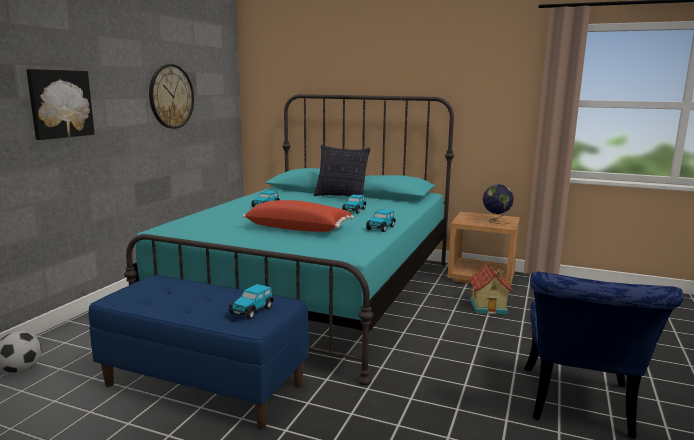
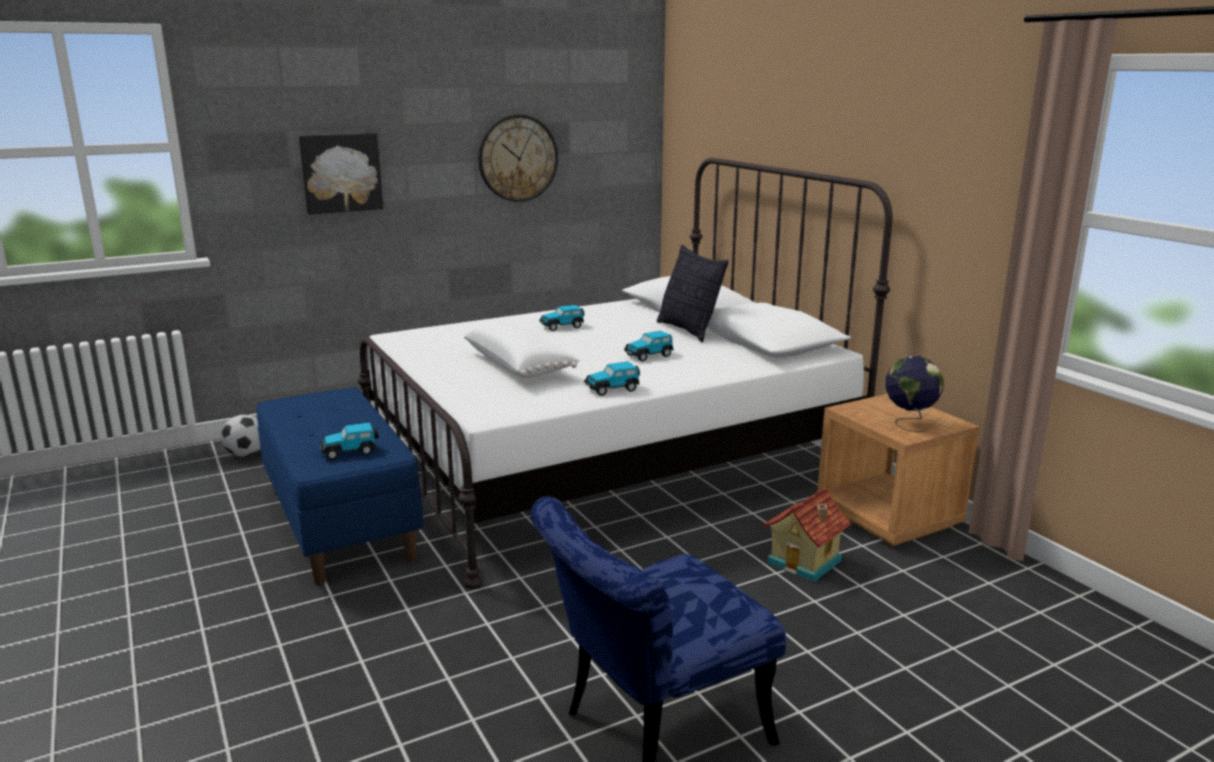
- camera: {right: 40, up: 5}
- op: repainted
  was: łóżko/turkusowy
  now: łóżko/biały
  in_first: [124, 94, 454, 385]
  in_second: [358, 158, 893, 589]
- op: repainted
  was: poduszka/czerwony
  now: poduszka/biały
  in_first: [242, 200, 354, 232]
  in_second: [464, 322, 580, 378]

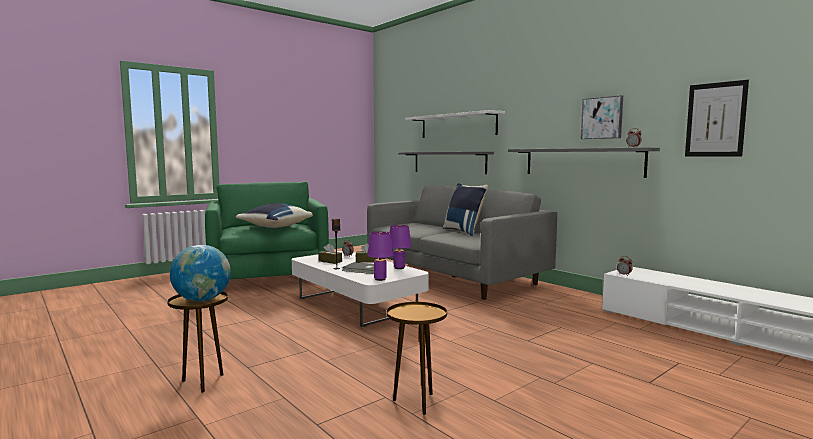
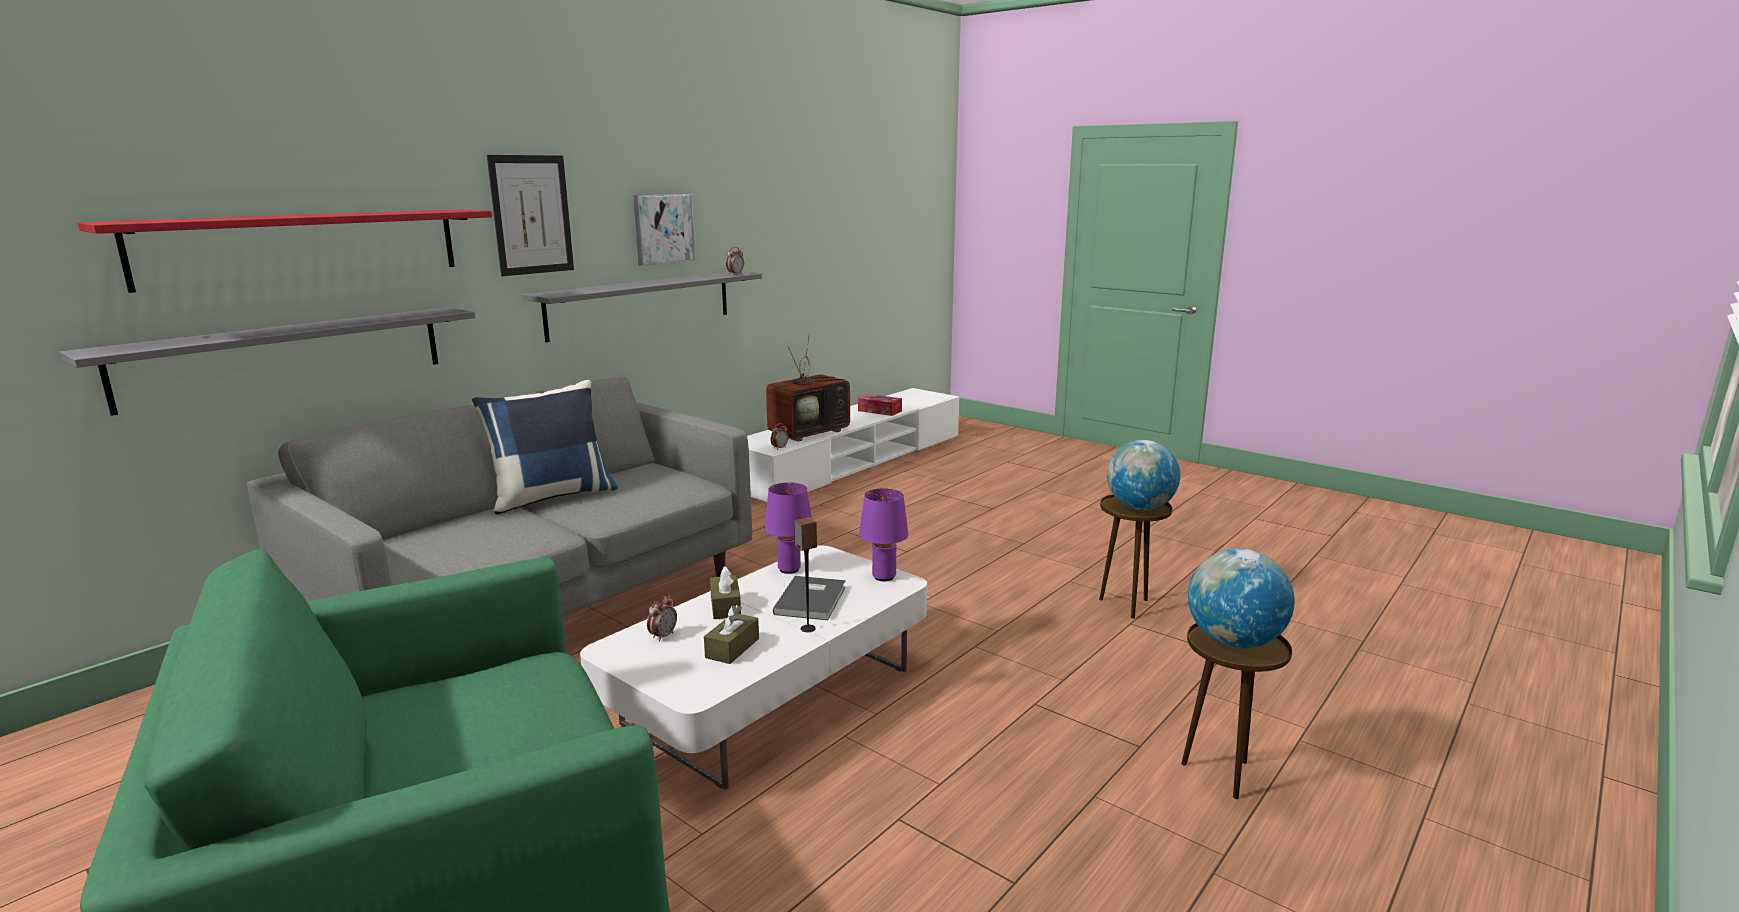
- camera: {right: -100, up: 10}
- op: shifted
  was: obraz
  in_first: [685, 80, 749, 157]
  in_second: [487, 155, 574, 276]
- op: repainted
  was: półka/biały
  now: półka/czerwony
  in_first: [405, 110, 505, 138]
  in_second: [78, 209, 492, 293]
- op: gone
  was: poduszka/niebieski
  in_first: [236, 203, 313, 228]
- op: new
  now: telewizor
  in_second: [766, 333, 850, 442]
- op: new
  now: pudełko chusteczek
  in_second: [858, 394, 902, 416]
- op: new
  now: globus
  in_second: [1107, 440, 1180, 510]

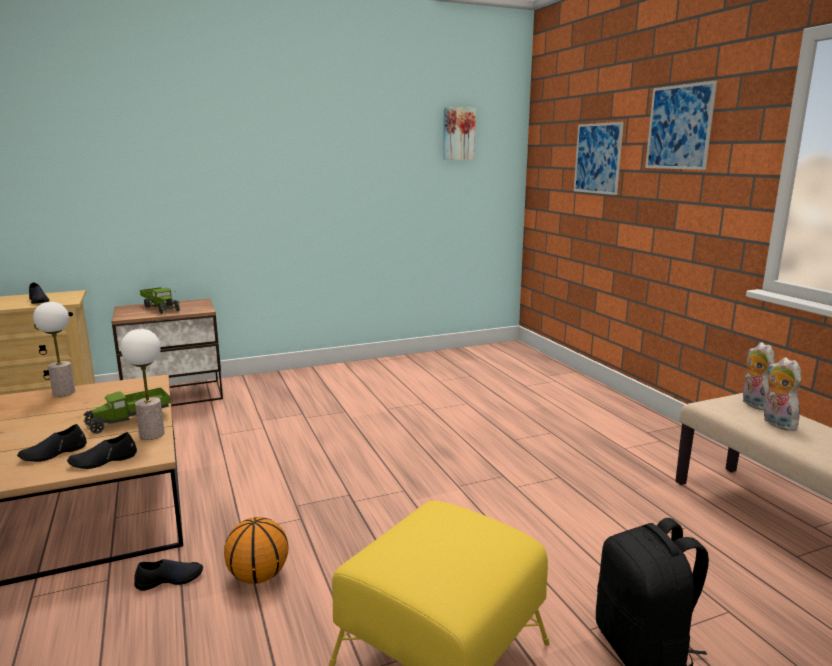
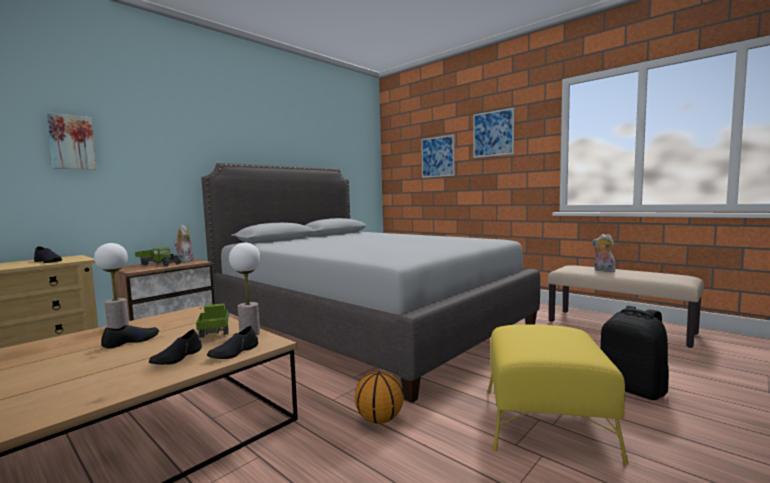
- camera: {right: -25, up: -10}
- op: shifted
  was: obraz
  in_first: [443, 107, 476, 160]
  in_second: [46, 113, 97, 170]
- op: shifted
  was: pluszak
  in_first: [743, 342, 775, 410]
  in_second: [174, 225, 194, 262]
- op: rotated
  was: ciężarówka zabawkowa
  in_first: [83, 387, 171, 434]
  in_second: [196, 303, 229, 338]
  clockwise: 135
- op: shifted
  was: but/czarny
  in_first: [134, 559, 203, 591]
  in_second: [101, 325, 159, 349]
- op: new
  now: łóżko/szary
  in_second: [201, 163, 540, 403]

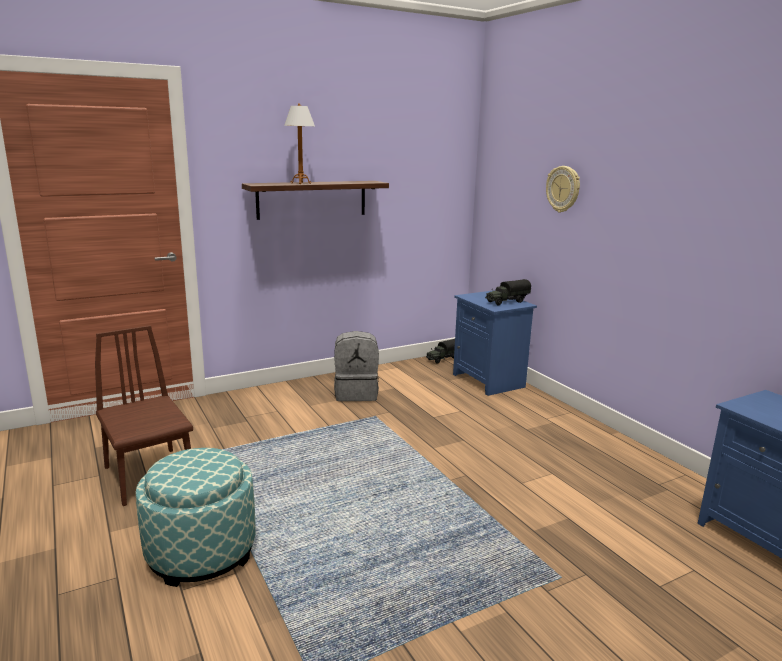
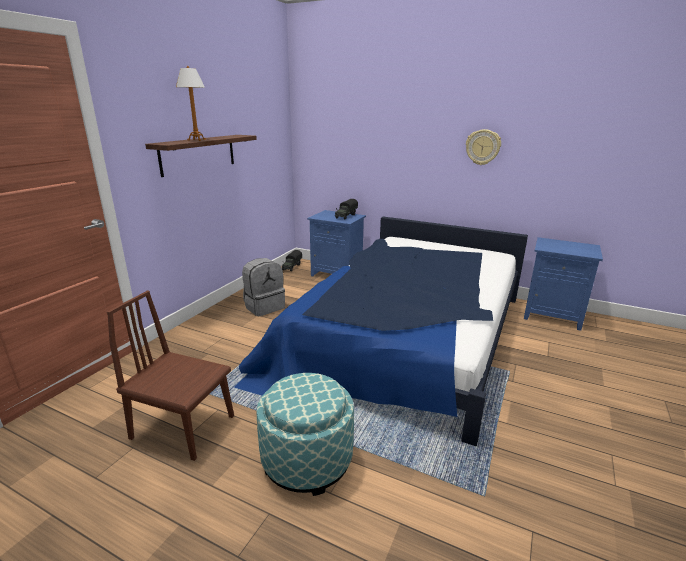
- camera: {right: -35, up: 5}
- op: shifted
  was: zegar ścienny
  in_first: [546, 166, 580, 212]
  in_second: [466, 129, 501, 165]
- op: new
  now: łóżko
  in_second: [234, 217, 528, 446]

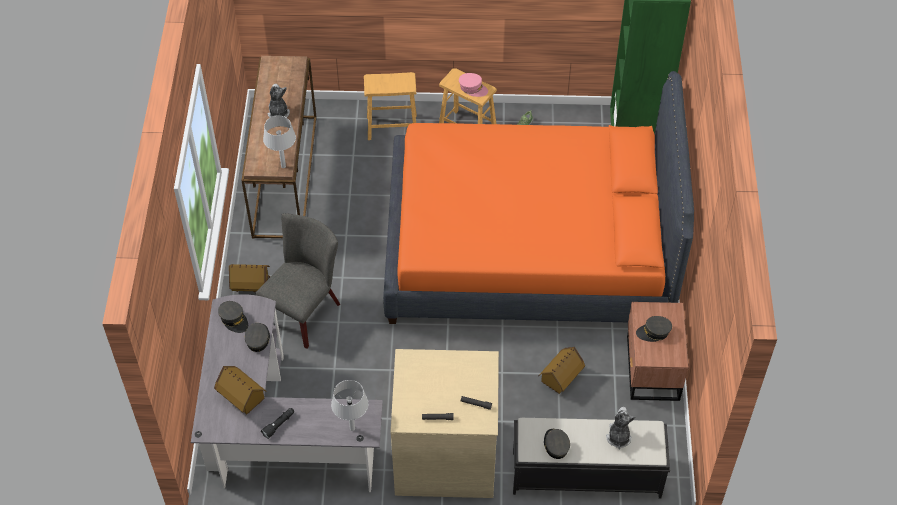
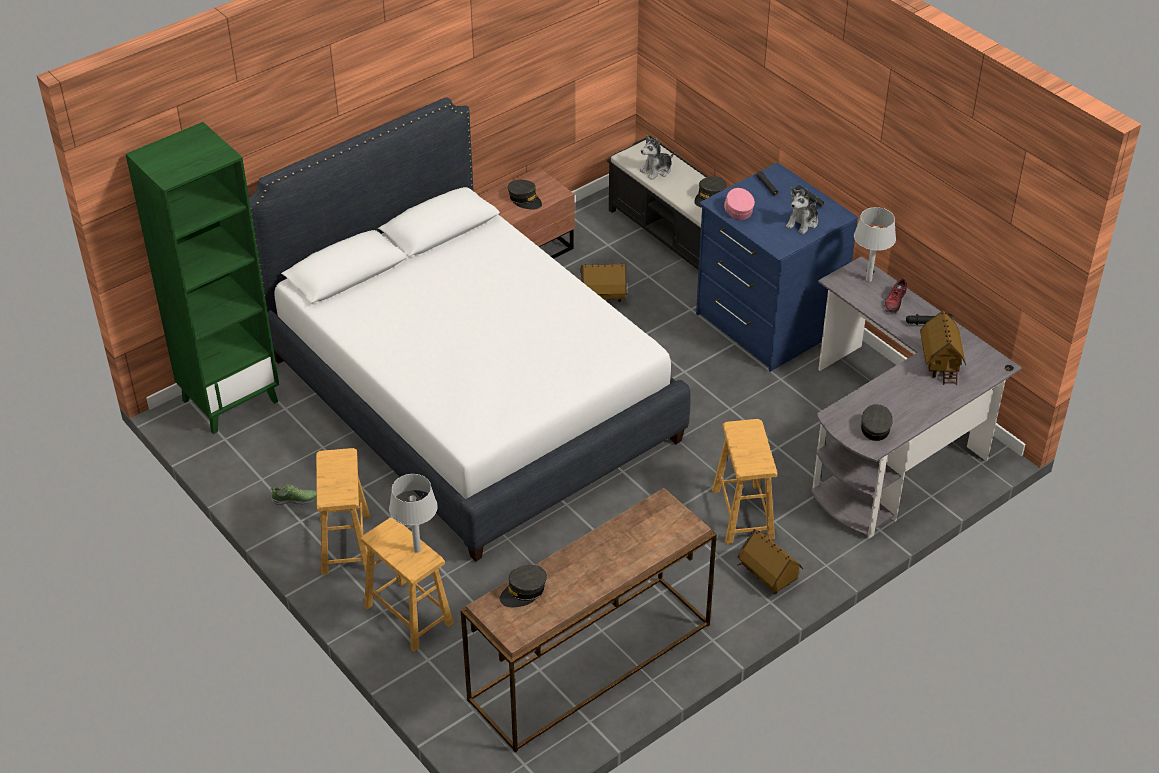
- camera: {right: -130, up: -10}
- op: repainted
  was: łóżko/pomarańczowy
  now: łóżko/biały
  in_first: [383, 71, 694, 324]
  in_second: [249, 97, 691, 562]
- op: shifted
  was: czapka z daszkiem/różowy
  in_first: [459, 73, 488, 97]
  in_second: [724, 188, 755, 220]
- op: shifted
  was: pluszak
  in_first: [268, 84, 290, 118]
  in_second: [786, 187, 818, 234]
- op: shifted
  was: lampa stołowa/szary
  in_first: [263, 116, 296, 168]
  in_second: [389, 474, 438, 553]
- op: swapped
  was: krzesło/szary
  now: stołek/brązowy
  in_first: [256, 213, 340, 349]
  in_second: [712, 419, 777, 544]
- op: shifted
  was: czapka z daszkiem/szary
  in_first: [245, 323, 270, 352]
  in_second: [500, 565, 547, 607]
- op: repainted
  was: komoda/beżowy
  now: komoda/niebieski
  in_first: [391, 349, 499, 498]
  in_second: [696, 162, 858, 372]
- op: new
  now: but
  in_second: [883, 277, 907, 313]

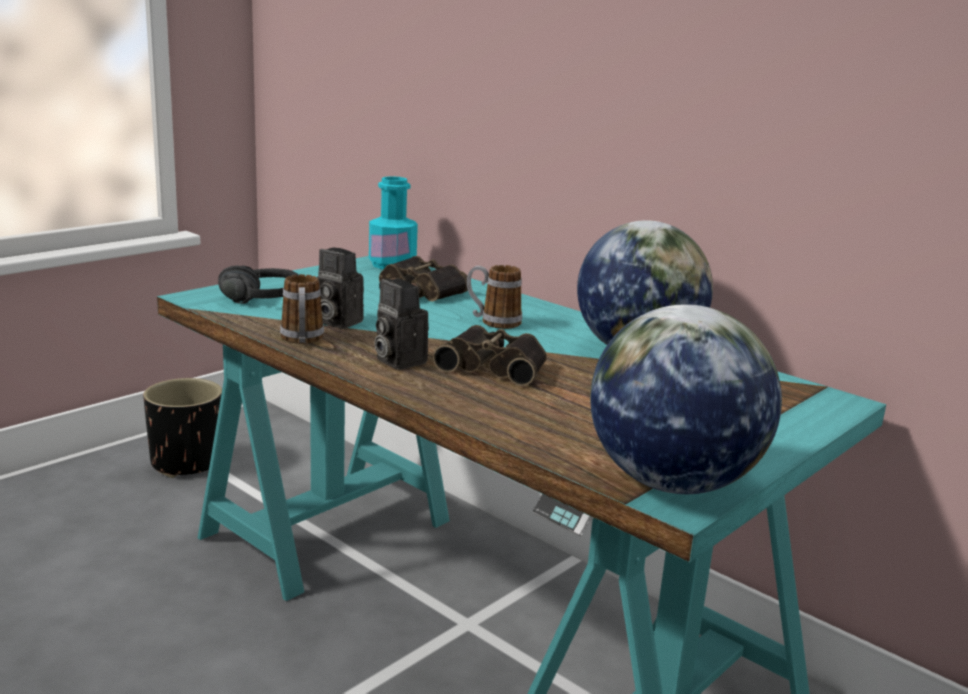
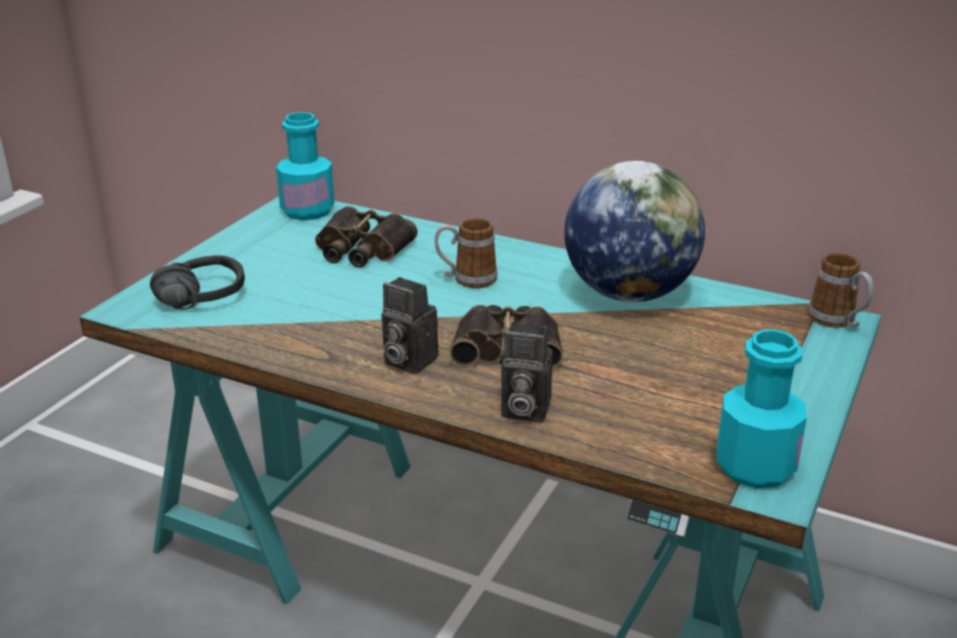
- camera: {right: -15, up: 10}
- op: shifted
  was: aparat fotograficzny
  in_first: [317, 248, 364, 329]
  in_second: [499, 323, 553, 423]
- op: shifted
  was: kubek
  in_first: [280, 274, 324, 344]
  in_second: [808, 252, 874, 328]
- op: swapped
  was: globus
  now: butelka/turkusowy
  in_first: [590, 304, 782, 494]
  in_second: [717, 329, 807, 488]
- op: gone
  was: donica/czarny
  in_first: [143, 378, 222, 478]

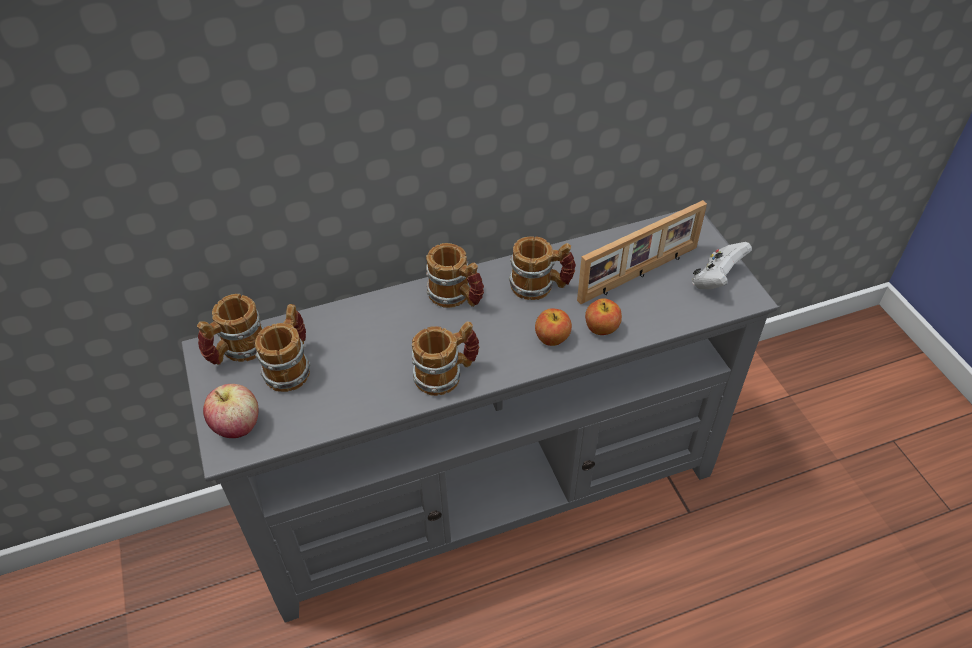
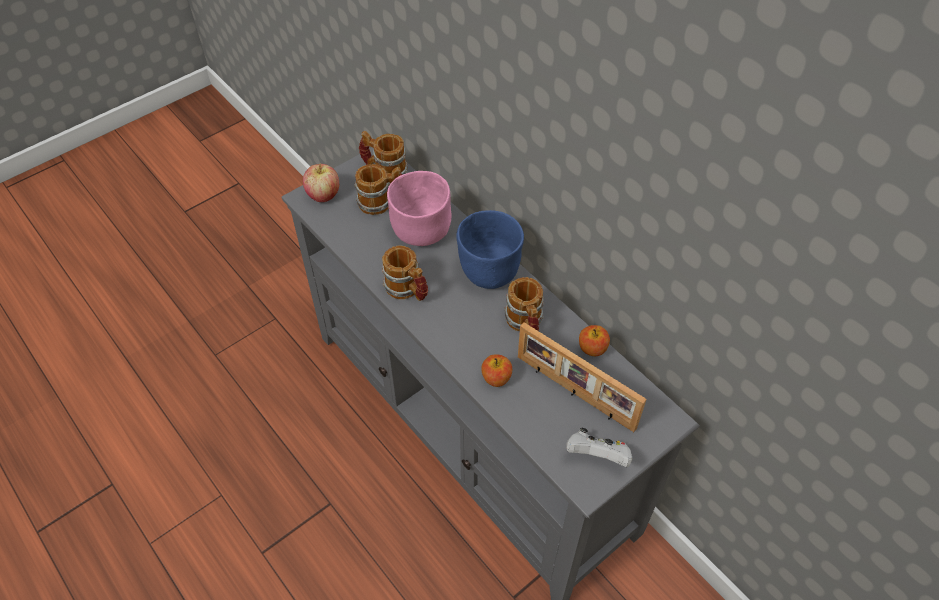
- camera: {right: 70, up: 5}
- op: swapped
  was: kubek
  now: miska/niebieski
  in_first: [426, 243, 484, 308]
  in_second: [456, 210, 524, 289]
- op: shifted
  was: jabłko
  in_first: [535, 308, 572, 346]
  in_second: [579, 325, 610, 356]
- op: new
  now: miska/różowy
  in_second: [387, 171, 452, 246]

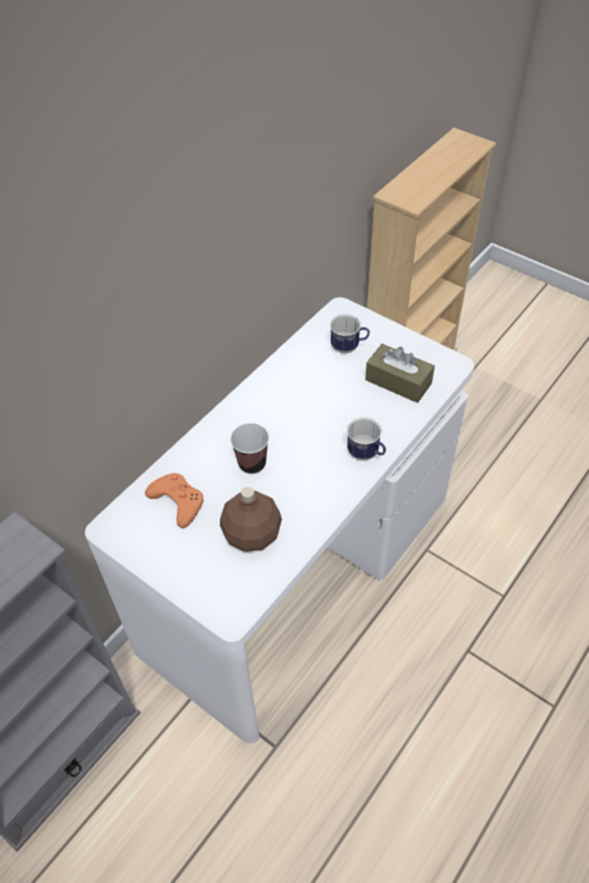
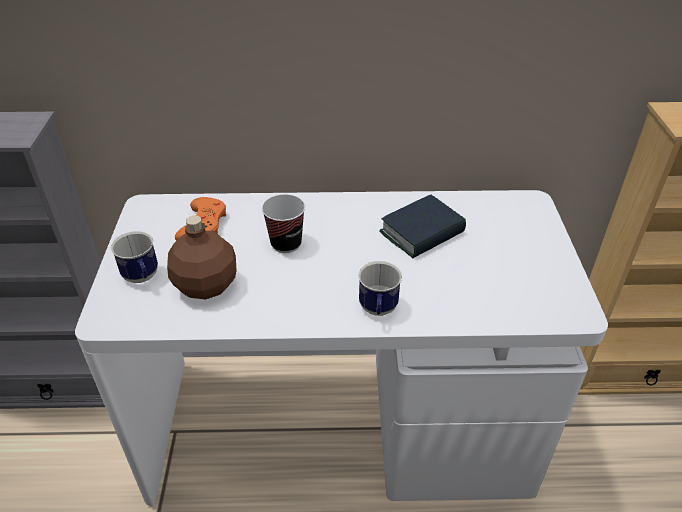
- camera: {right: 50, up: -10}
- op: shifted
  was: kubek
  in_first: [330, 314, 370, 354]
  in_second: [111, 231, 158, 283]
- op: gone
  was: pudełko chusteczek/brązowy
  in_first: [365, 344, 435, 403]
- op: new
  now: książka
  in_second: [379, 195, 466, 258]

